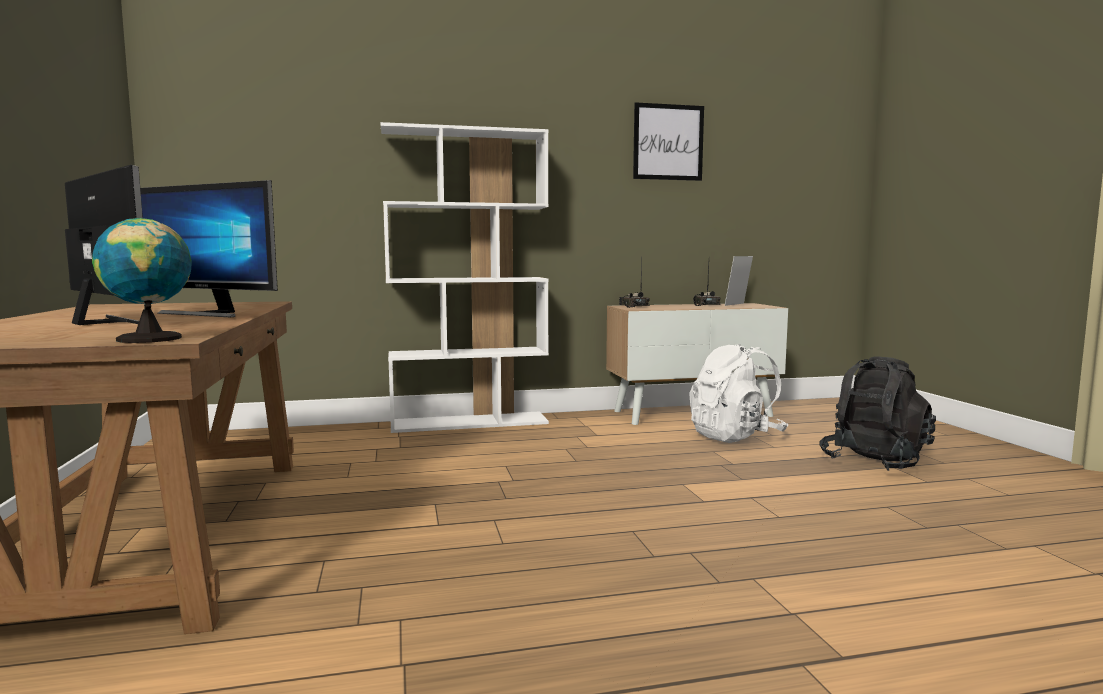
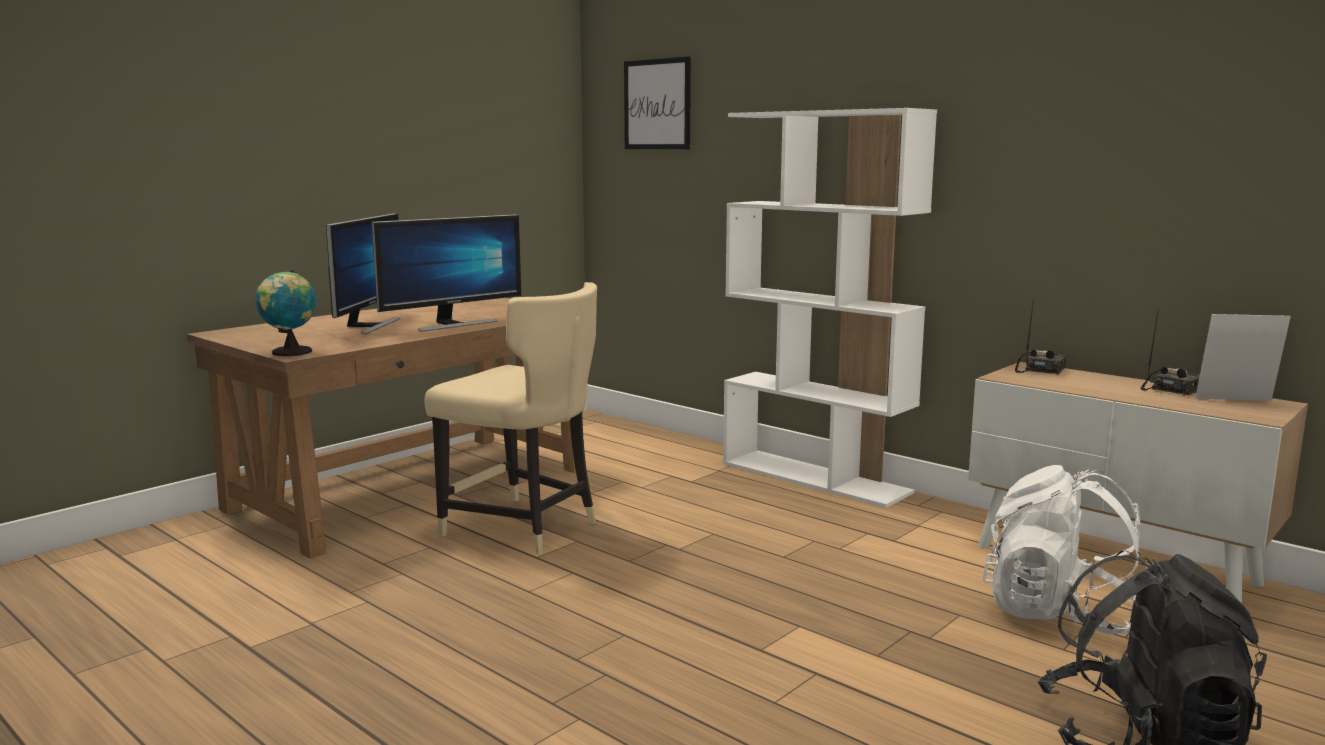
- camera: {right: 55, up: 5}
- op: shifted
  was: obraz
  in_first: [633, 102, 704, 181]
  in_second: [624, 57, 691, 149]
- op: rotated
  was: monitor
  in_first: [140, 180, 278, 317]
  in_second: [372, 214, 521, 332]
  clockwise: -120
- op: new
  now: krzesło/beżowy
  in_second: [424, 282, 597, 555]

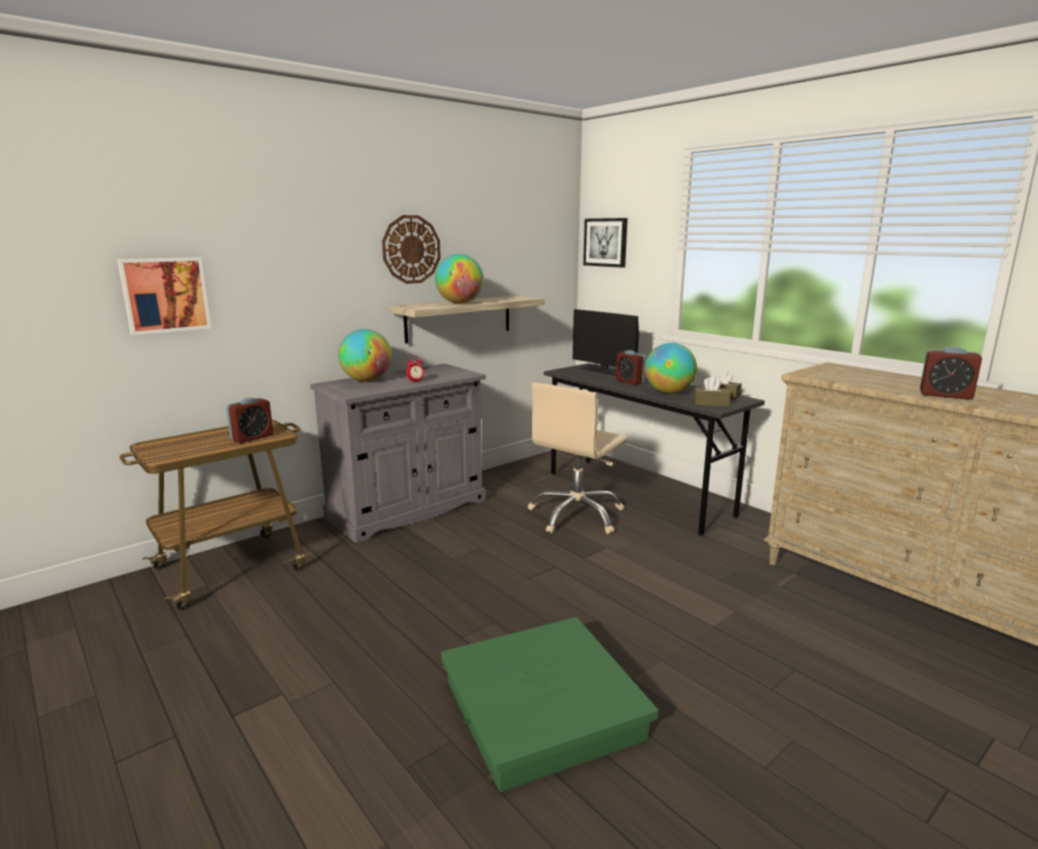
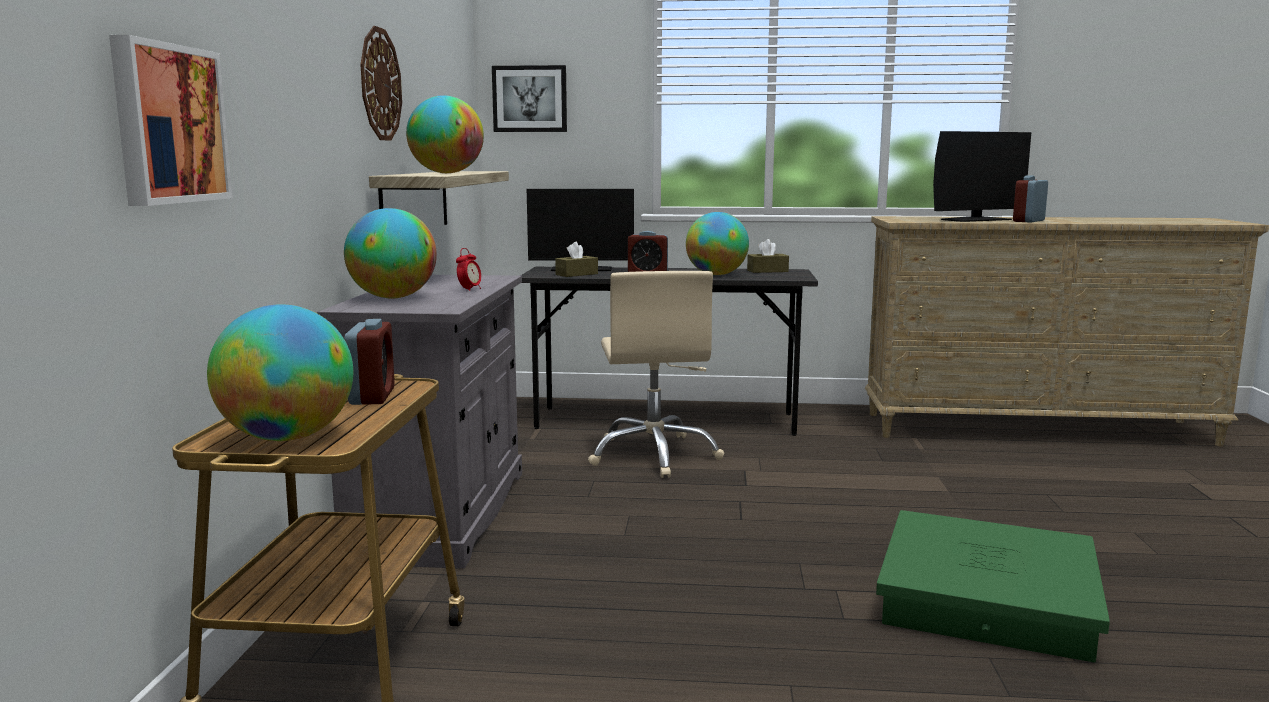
- camera: {right: -45, up: -5}
- op: rotated
  was: budzik
  in_first: [920, 347, 982, 400]
  in_second: [1013, 175, 1048, 223]
  clockwise: 150
- op: shifted
  was: pudełko chusteczek/brązowy
  in_first: [693, 376, 731, 407]
  in_second: [555, 242, 598, 277]
- op: new
  now: monitor
  in_second: [933, 131, 1031, 222]
- op: new
  now: globus
  in_second: [207, 304, 353, 441]

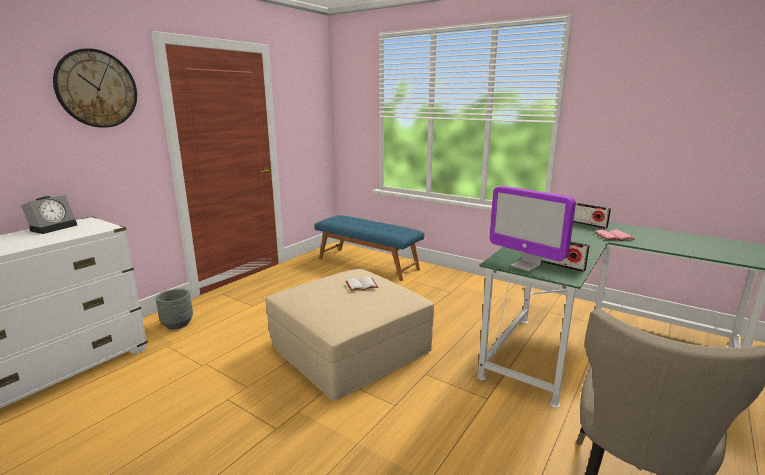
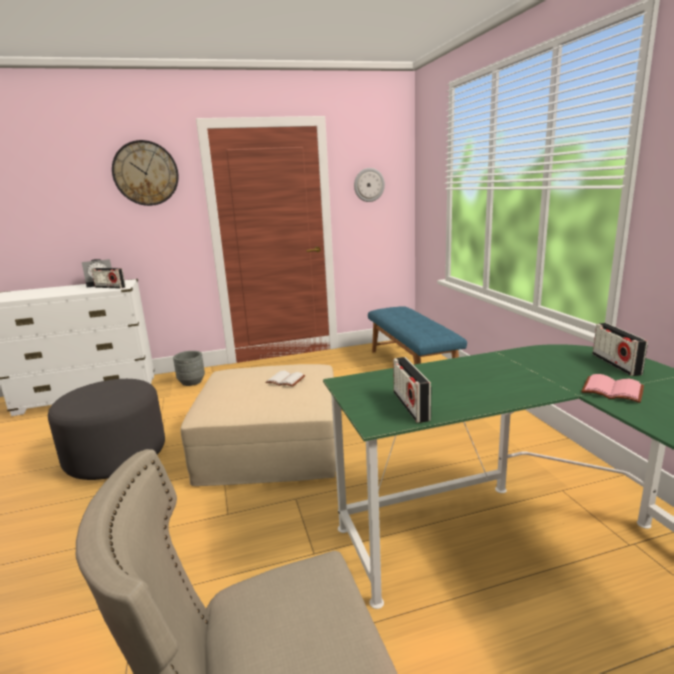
- camera: {right: 40, up: 0}
- op: gone
  was: monitor
  in_first: [490, 186, 576, 272]
- op: new
  now: zegar ścienny
  in_second: [354, 168, 385, 202]
- op: new
  now: radio
  in_second: [91, 268, 126, 289]
- op: new
  now: pufa/szary
  in_second: [48, 379, 165, 480]

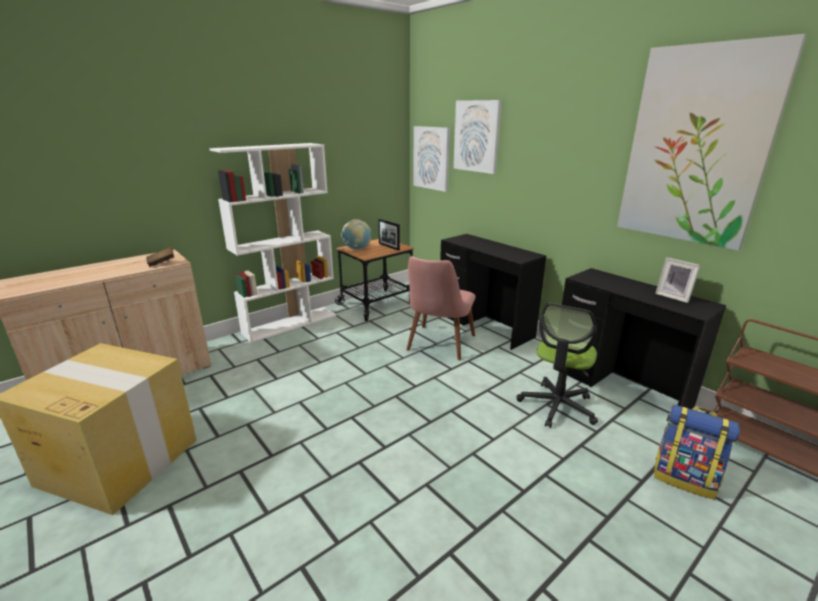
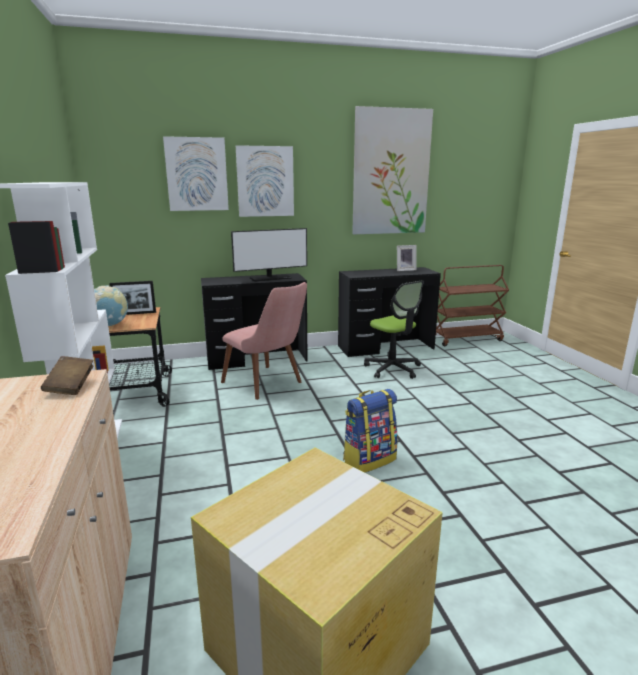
- camera: {right: -65, up: -5}
- op: shifted
  was: obraz
  in_first: [413, 126, 450, 192]
  in_second: [236, 145, 294, 217]
- op: shifted
  was: plecak
  in_first: [654, 404, 740, 500]
  in_second: [343, 389, 398, 473]
- op: new
  now: monitor
  in_second: [231, 228, 307, 282]

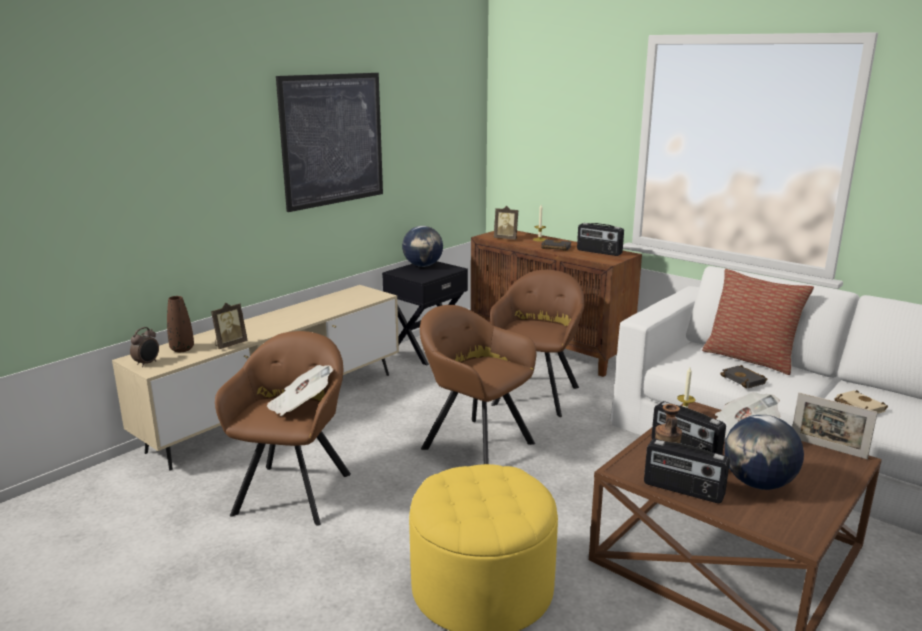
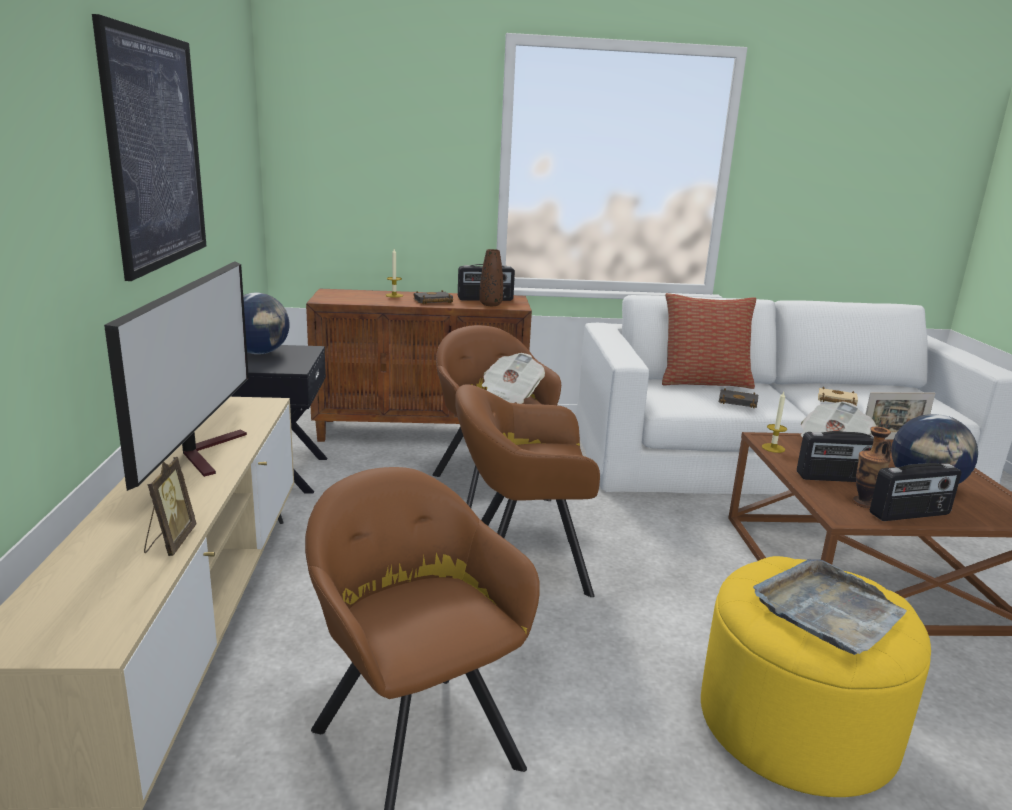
- camera: {right: -45, up: 0}
- op: gone
  was: ramka na zdjęcie
  in_first: [494, 206, 518, 240]
- op: shifted
  was: wazon/brązowy
  in_first: [167, 296, 194, 352]
  in_second: [479, 249, 503, 306]
- op: gone
  was: budzik
  in_first: [130, 327, 159, 367]
- op: shifted
  was: gazeta
  in_first: [267, 365, 333, 416]
  in_second: [481, 353, 545, 404]
- op: new
  now: telewizor
  in_second: [104, 261, 249, 491]
- op: new
  now: taca/szary
  in_second: [753, 559, 907, 655]

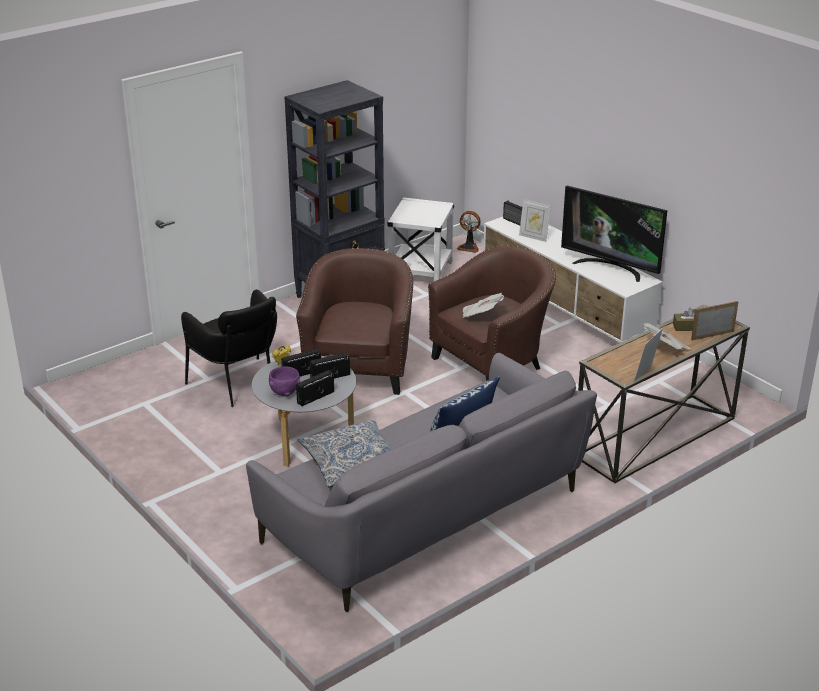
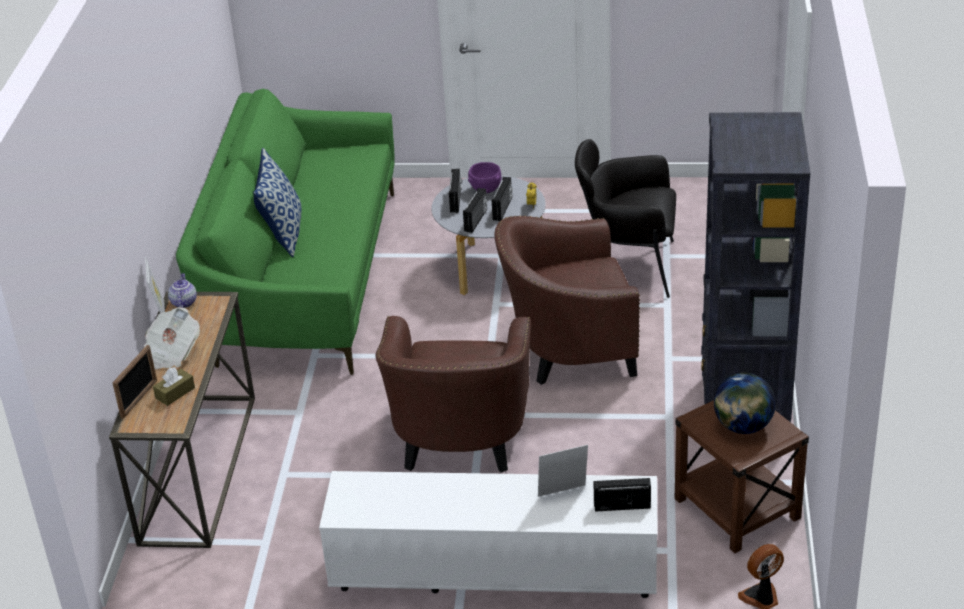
- camera: {right: 135, up: 5}
- op: gone
  was: telewizor
  in_first: [561, 186, 667, 282]
- op: repainted
  was: stolik/biały
  now: stolik/brązowy
  in_first: [387, 198, 454, 281]
  in_second: [675, 400, 809, 553]
- op: rotated
  was: fotel/brązowy
  in_first: [296, 248, 413, 395]
  in_second: [495, 216, 640, 385]
  clockwise: 120
- op: gone
  was: gazeta
  in_first: [462, 293, 504, 318]
- op: repainted
  was: kanapa/szary
  now: kanapa/zielony
  in_first: [246, 353, 597, 612]
  in_second: [176, 89, 395, 375]
- op: gone
  was: poduszka
  in_first: [297, 419, 393, 487]
- op: new
  now: imbryk
  in_second: [168, 273, 197, 308]
- op: new
  now: globus
  in_second: [714, 373, 776, 434]

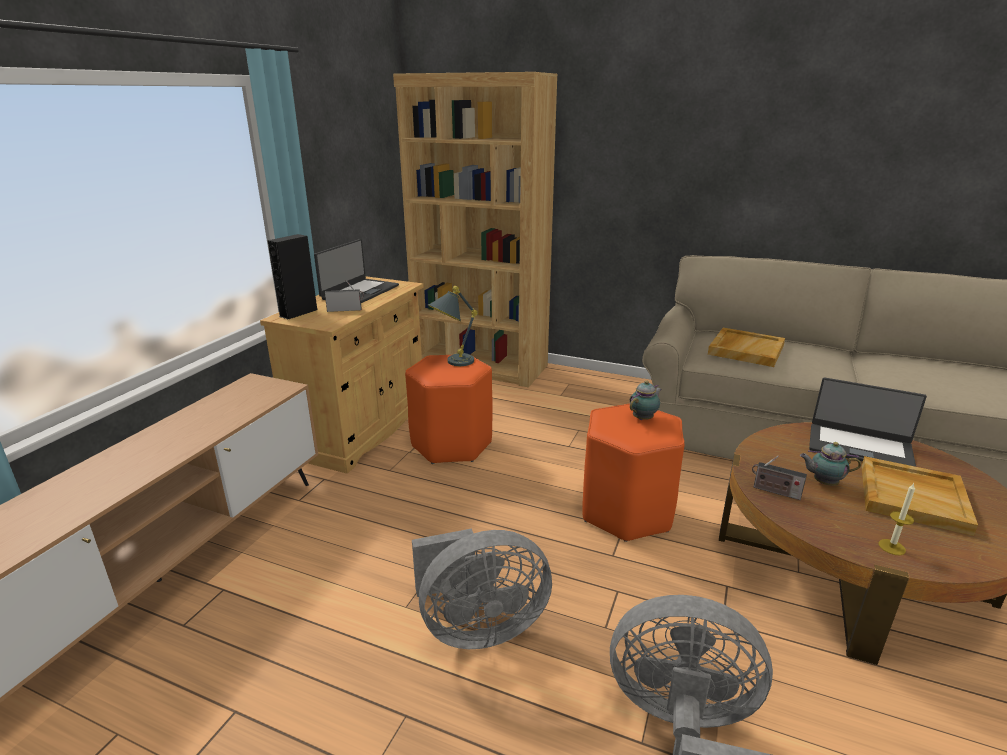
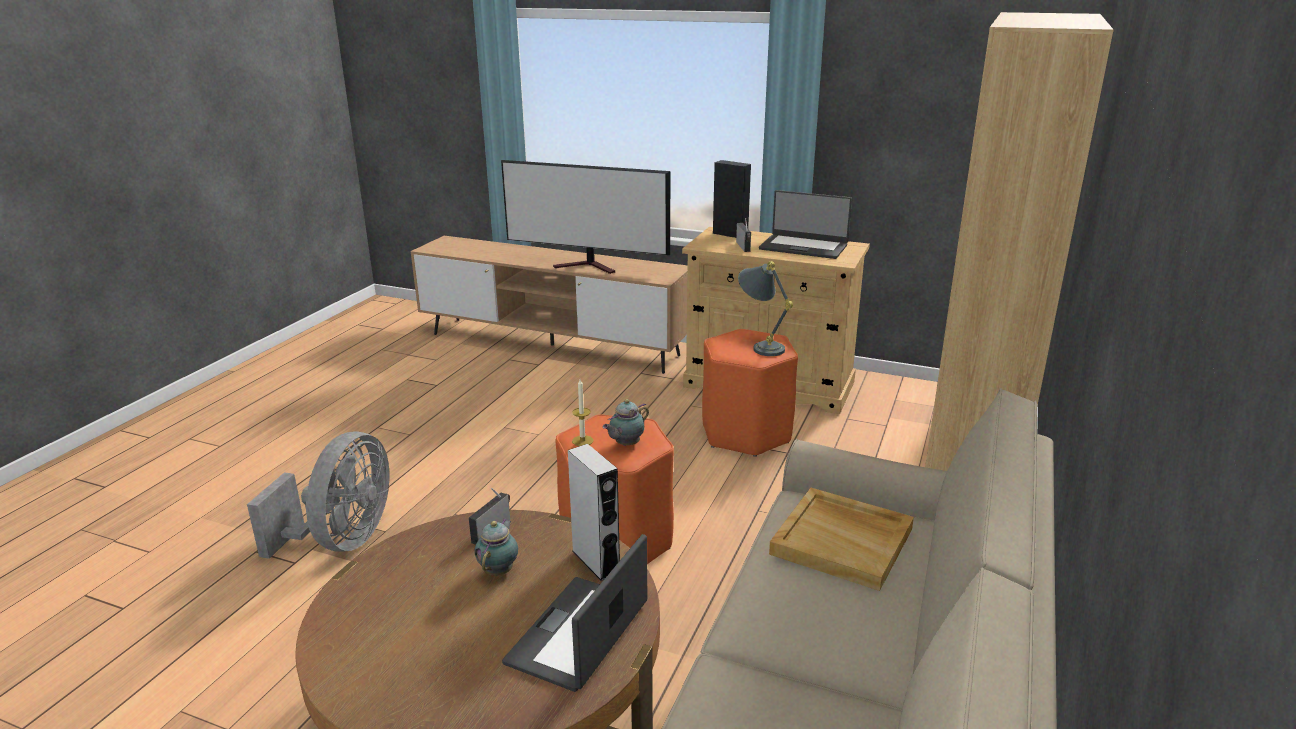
- camera: {right: 90, up: 0}
- op: rotated
  was: imbryk
  in_first: [630, 380, 661, 420]
  in_second: [602, 399, 649, 446]
  clockwise: 90
- op: gone
  was: taca/beżowy
  in_first: [861, 456, 978, 536]
- op: shifted
  was: świeca
  in_first: [879, 483, 915, 555]
  in_second: [572, 379, 594, 446]
- op: gone
  was: wentylator/szary
  in_first: [412, 528, 552, 649]
- op: new
  now: telewizor
  in_second: [501, 160, 670, 274]
- op: new
  now: głośnik/szary
  in_second: [568, 444, 620, 581]

